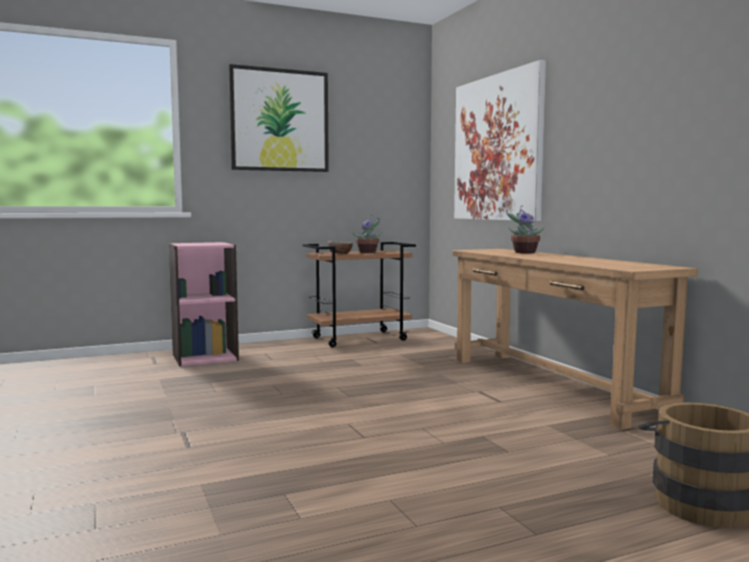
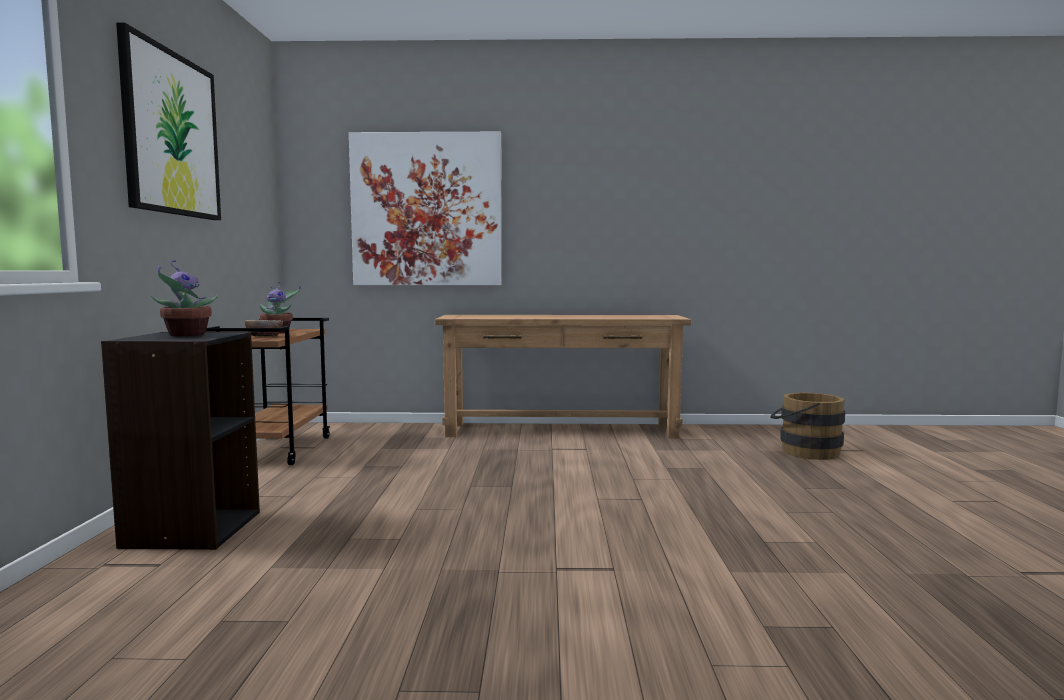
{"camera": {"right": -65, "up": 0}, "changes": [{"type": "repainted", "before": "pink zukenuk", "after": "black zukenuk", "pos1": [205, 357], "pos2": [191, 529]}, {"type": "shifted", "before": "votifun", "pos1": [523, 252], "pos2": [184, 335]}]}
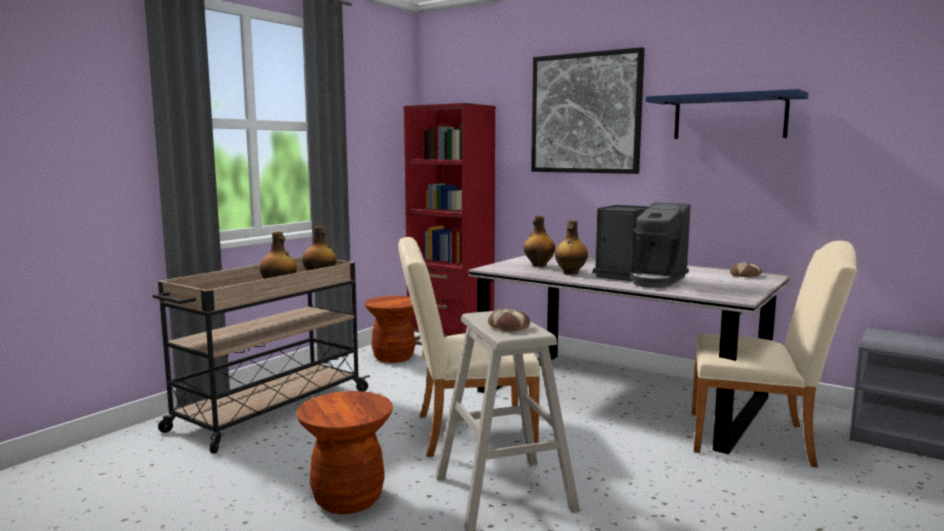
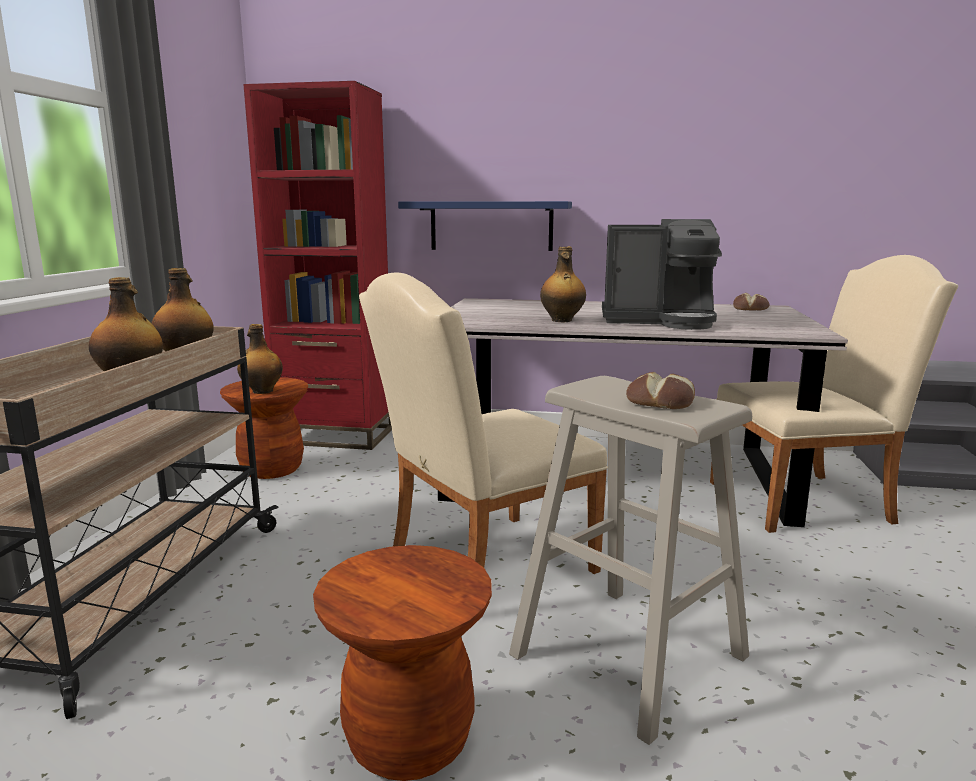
{"camera": {"right": -25, "up": 5}, "changes": [{"type": "shifted", "before": "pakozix", "pos1": [538, 265], "pos2": [262, 391]}, {"type": "gone", "before": "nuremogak", "pos1": [585, 113]}, {"type": "shifted", "before": "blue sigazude", "pos1": [729, 117], "pos2": [491, 226]}]}
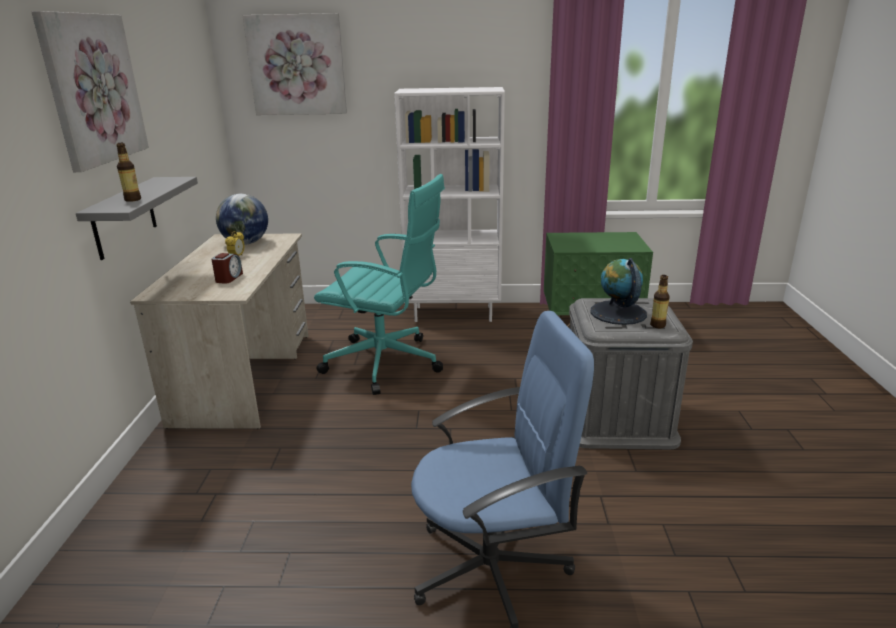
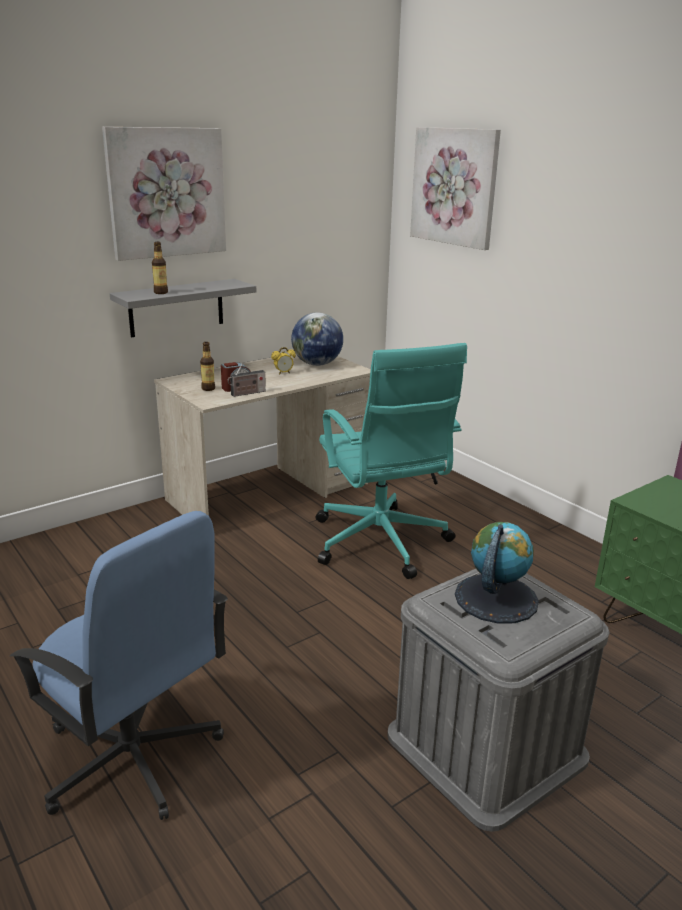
{"camera": {"right": 50, "up": 0}, "changes": [{"type": "gone", "before": "white zukenuk", "pos1": [454, 313]}, {"type": "shifted", "before": "pakozix", "pos1": [657, 325], "pos2": [208, 389]}, {"type": "new", "after": "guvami", "pos2": [246, 393]}]}
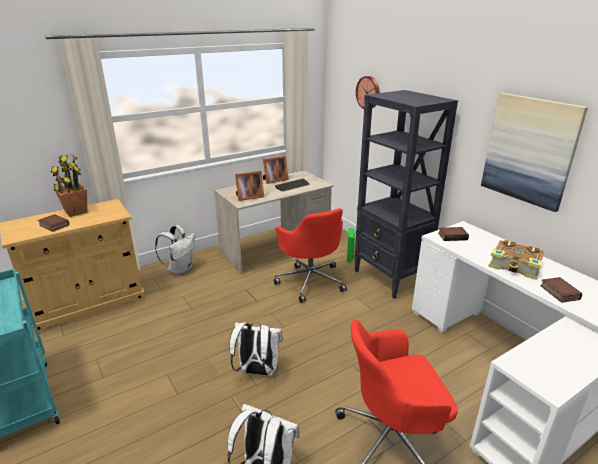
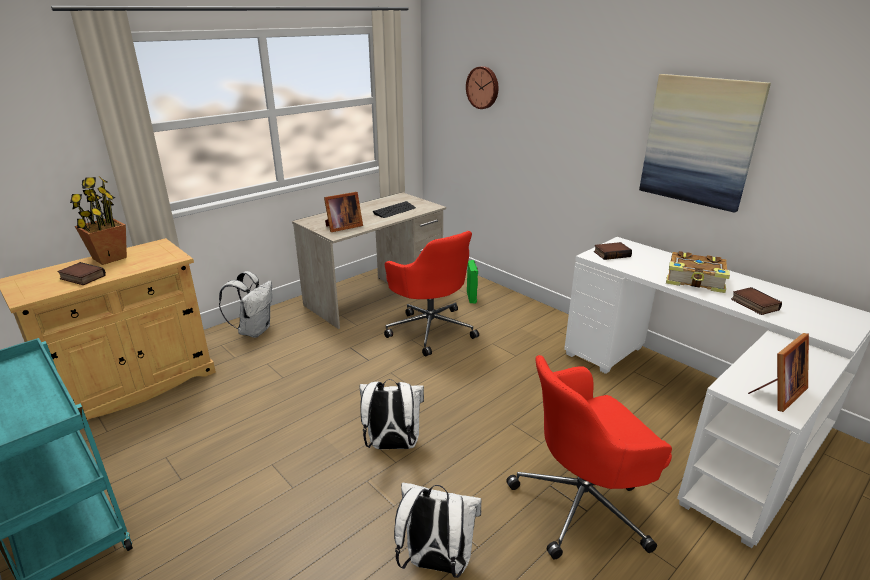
{"camera": {"right": -10, "up": 0}, "changes": [{"type": "shifted", "before": "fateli", "pos1": [274, 180], "pos2": [777, 394]}, {"type": "gone", "before": "black zukenuk", "pos1": [390, 278]}]}
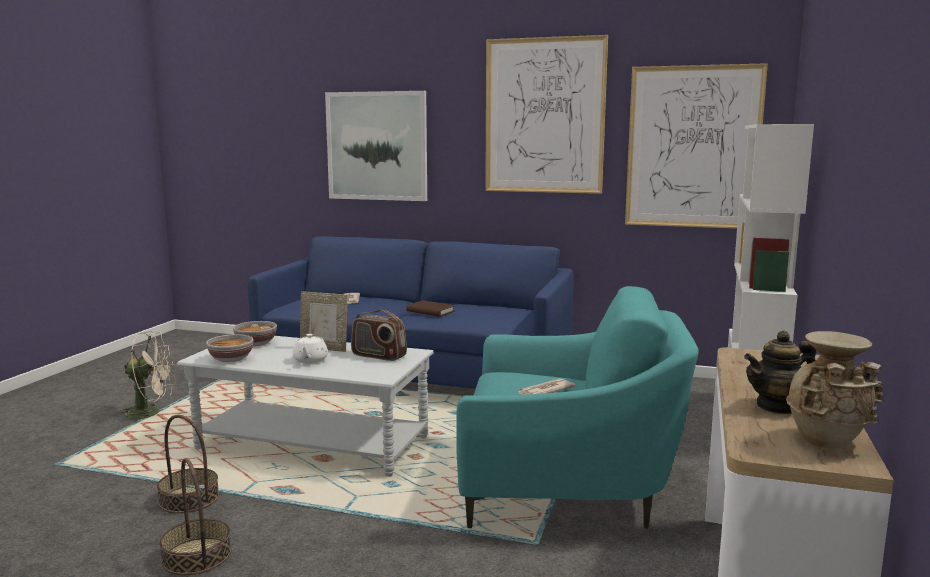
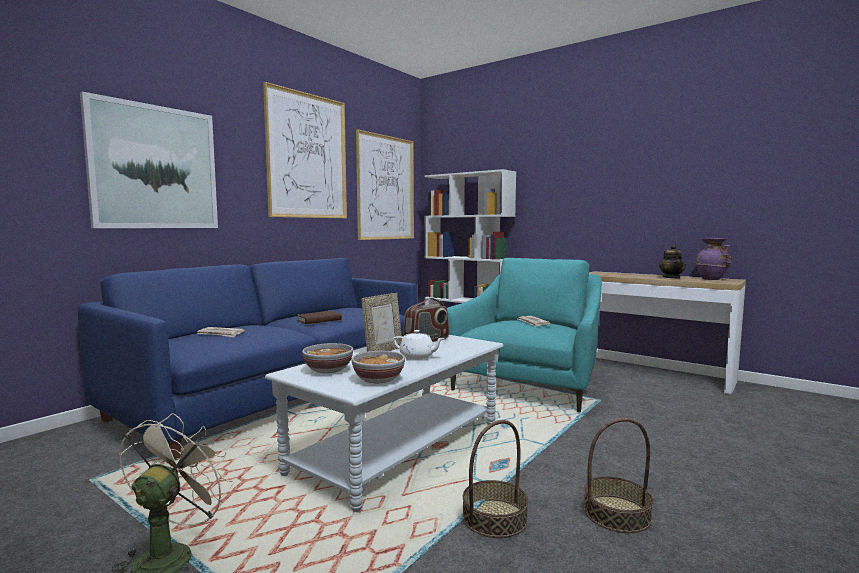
{"camera": {"right": -70, "up": -5}, "changes": [{"type": "repainted", "before": "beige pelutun", "after": "purple pelutun", "pos1": [828, 442], "pos2": [712, 279]}]}
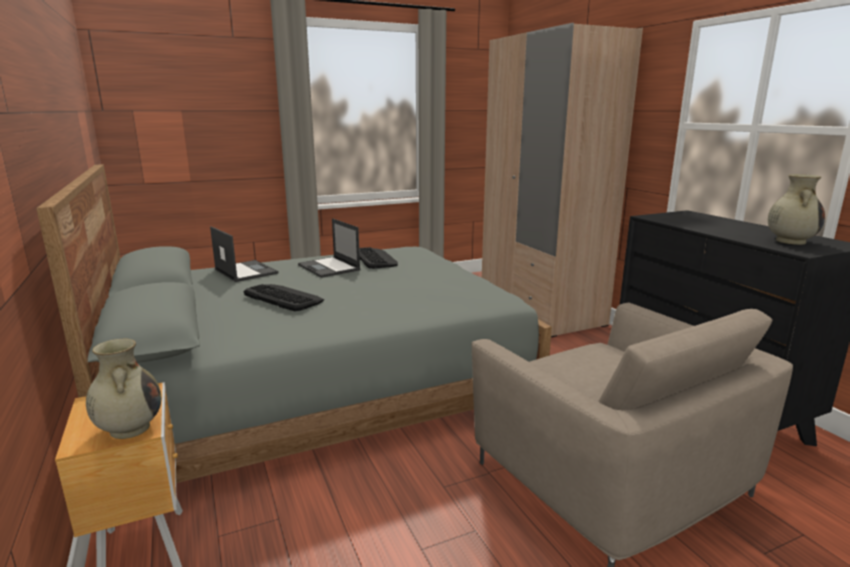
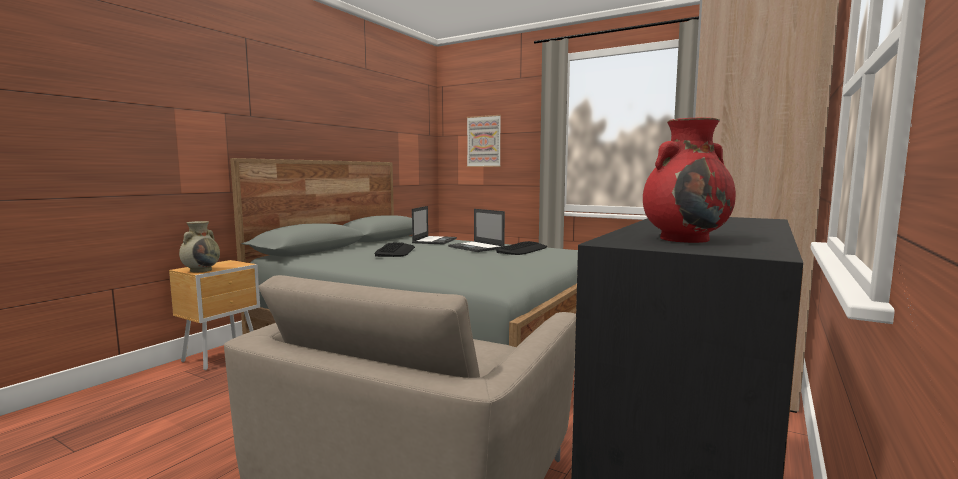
{"camera": {"right": 55, "up": -10}, "changes": [{"type": "rotated", "before": "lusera", "pos1": [329, 267], "pos2": [476, 247], "turn": -60}, {"type": "repainted", "before": "beige pelutun", "after": "red pelutun", "pos1": [790, 241], "pos2": [685, 239]}, {"type": "new", "after": "nuremogak", "pos2": [484, 141]}]}
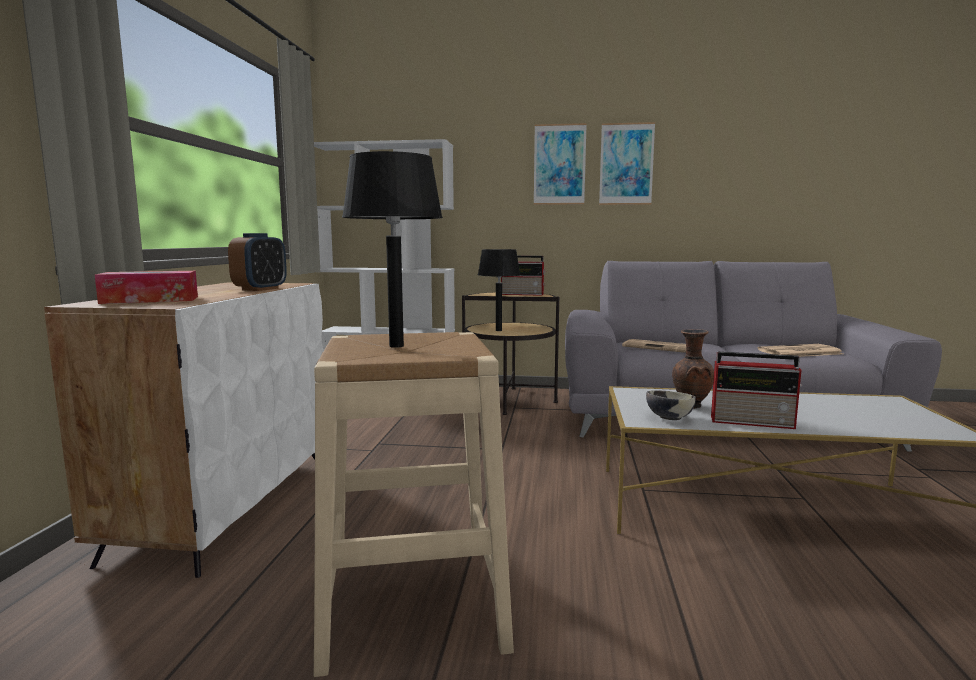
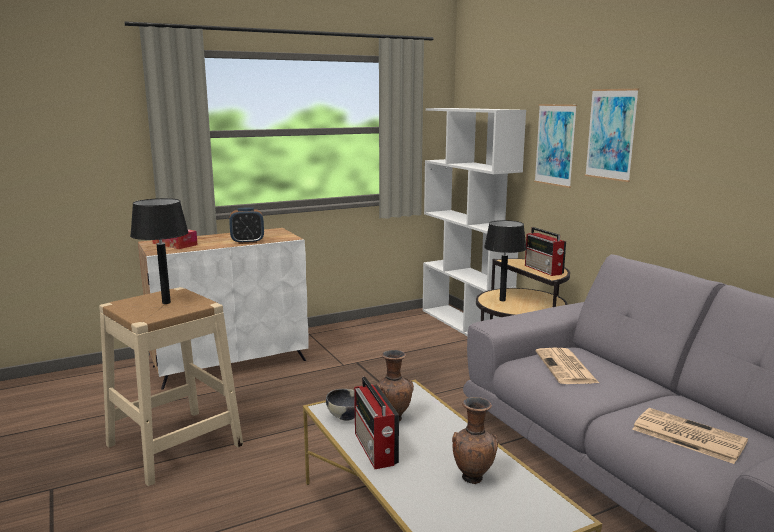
{"camera": {"right": 55, "up": 5}, "changes": [{"type": "shifted", "before": "nuremogak", "pos1": [626, 164], "pos2": [555, 145]}, {"type": "new", "after": "brown pelutun", "pos2": [473, 478]}]}
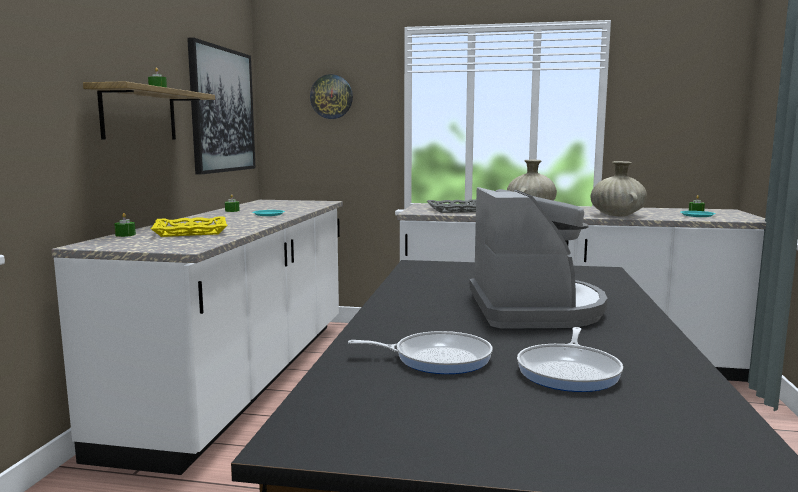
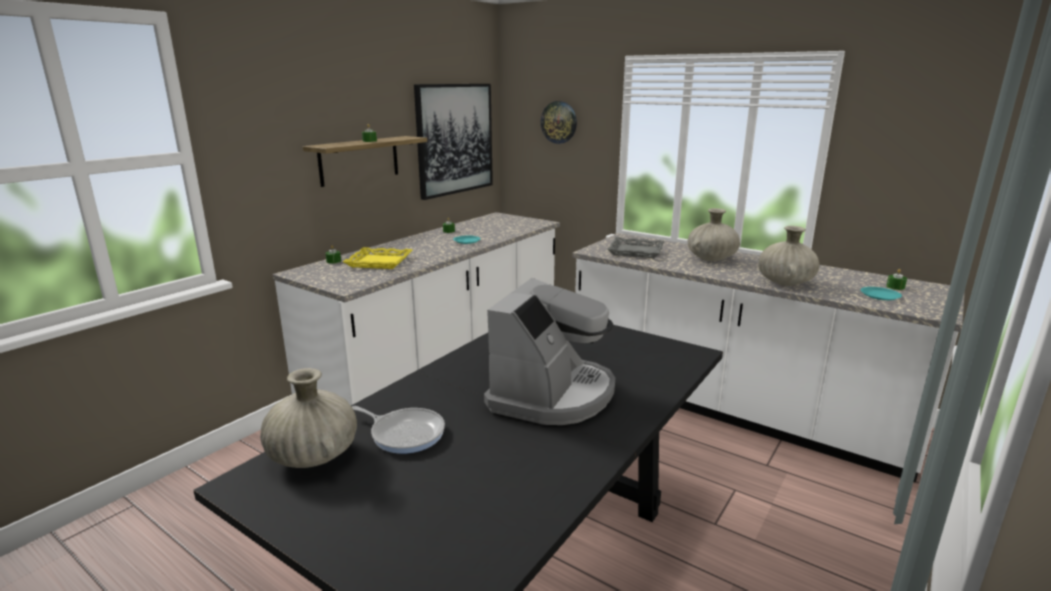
{"camera": {"right": 25, "up": 10}, "changes": [{"type": "gone", "before": "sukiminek", "pos1": [569, 371]}, {"type": "new", "after": "beige pelutun", "pos2": [313, 455]}]}
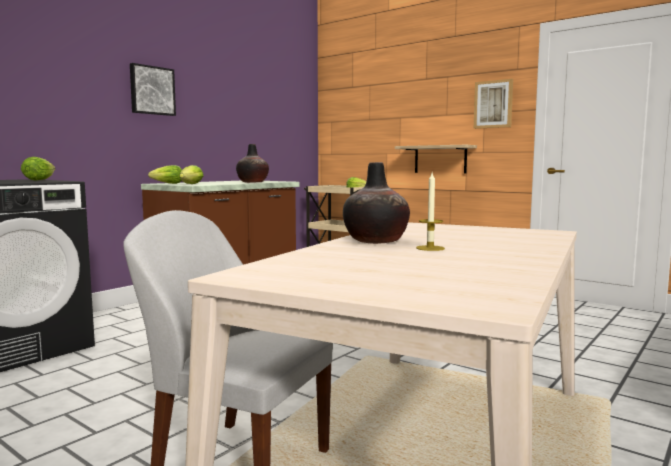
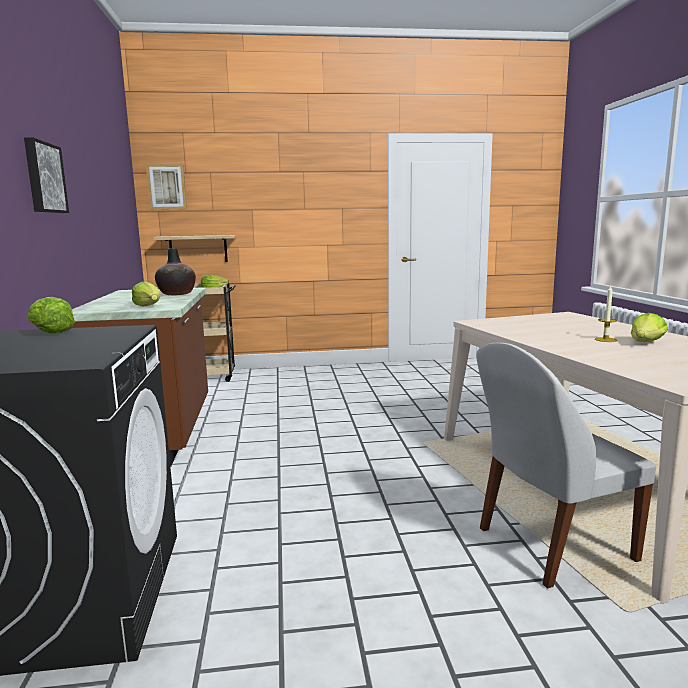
{"camera": {"right": -45, "up": 5}, "changes": [{"type": "shifted", "before": "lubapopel", "pos1": [167, 183], "pos2": [646, 343]}, {"type": "gone", "before": "pelutun", "pos1": [375, 241]}, {"type": "shifted", "before": "sigazude", "pos1": [440, 159], "pos2": [198, 249]}, {"type": "shifted", "before": "nuremogak", "pos1": [493, 104], "pos2": [167, 187]}]}
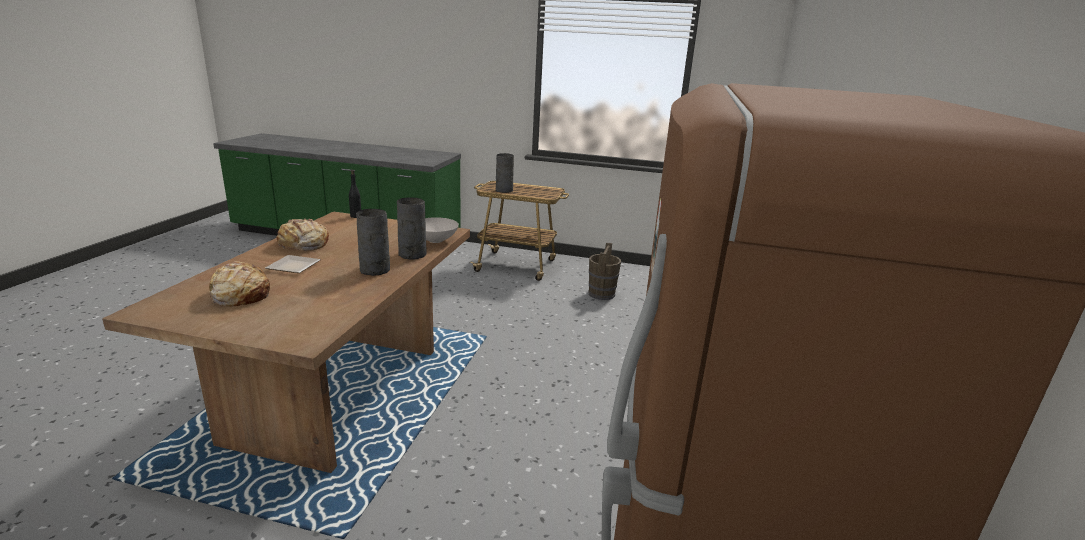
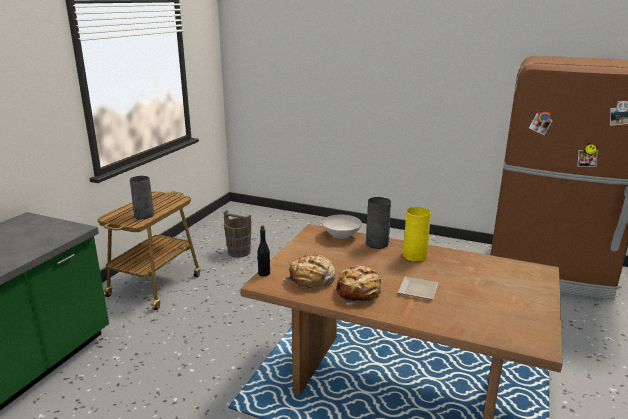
{"camera": {"right": -80, "up": 0}, "changes": [{"type": "shifted", "before": "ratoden", "pos1": [240, 295], "pos2": [312, 280]}, {"type": "repainted", "before": "grey pelutun", "after": "yellow pelutun", "pos1": [375, 270], "pos2": [415, 256]}]}
